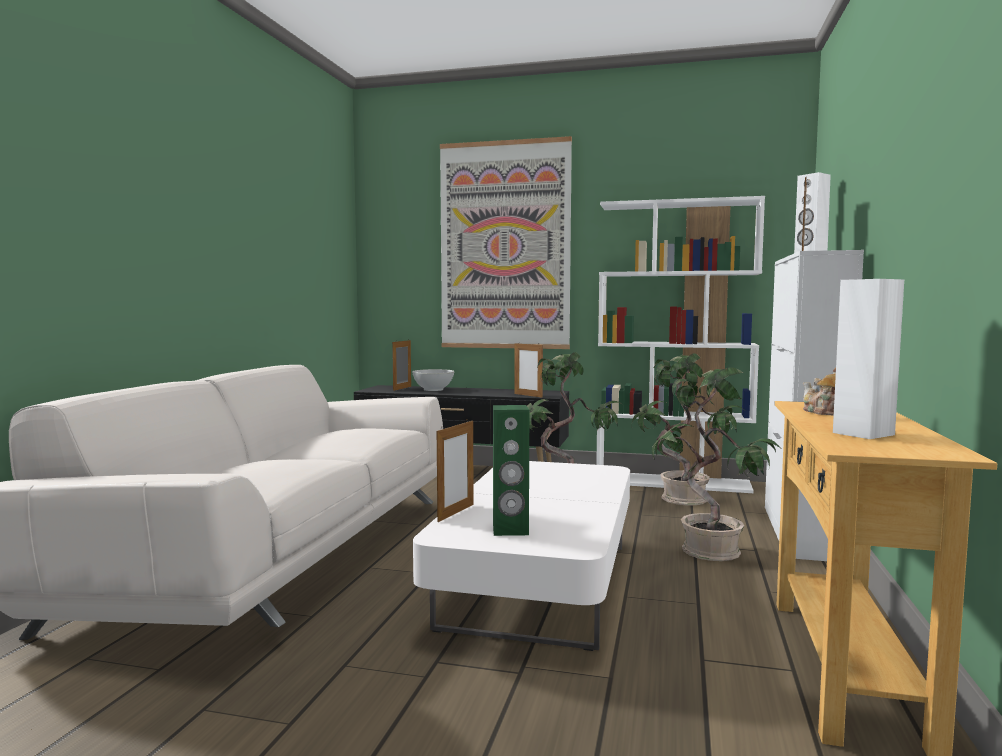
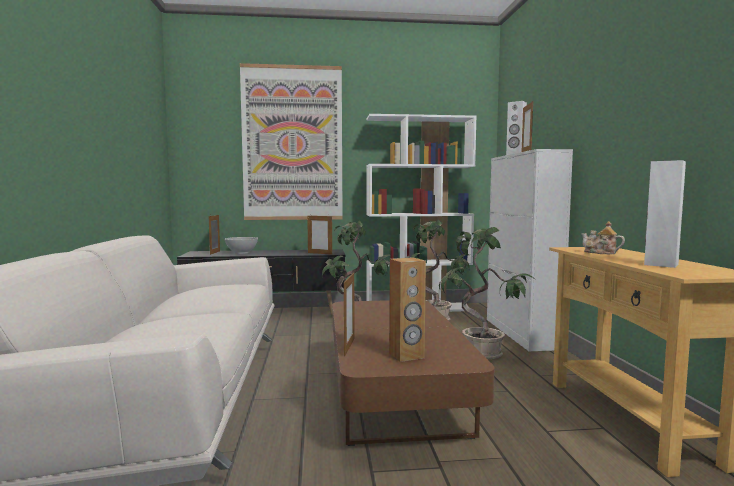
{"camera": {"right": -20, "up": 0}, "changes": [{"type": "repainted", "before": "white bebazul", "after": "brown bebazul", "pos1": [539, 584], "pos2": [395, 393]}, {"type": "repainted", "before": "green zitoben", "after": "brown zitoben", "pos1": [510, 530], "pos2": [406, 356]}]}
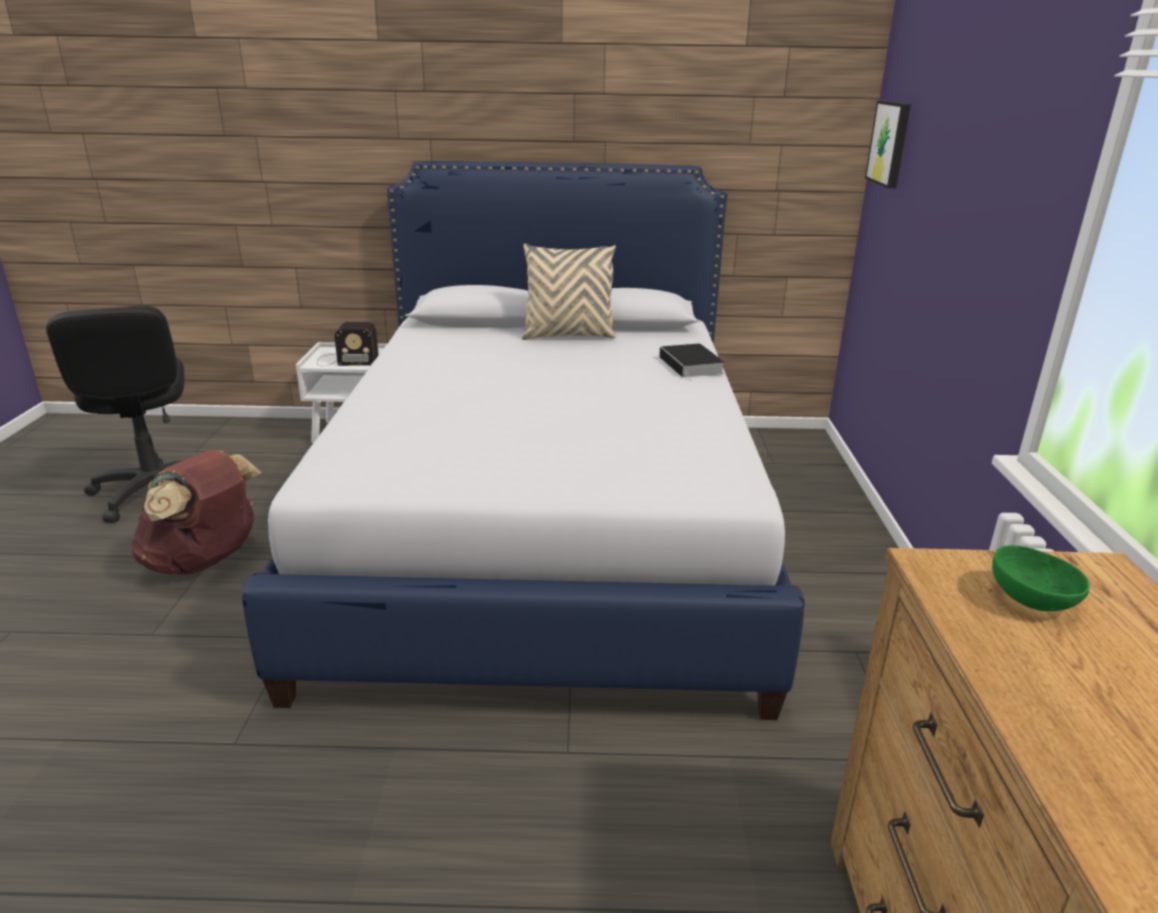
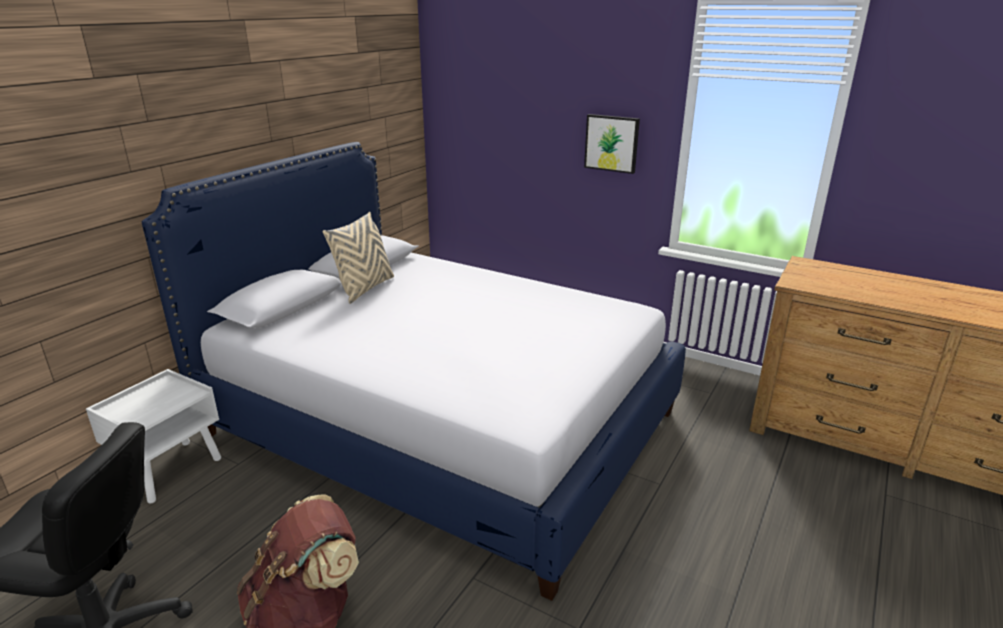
{"camera": {"right": -60, "up": 0}, "changes": [{"type": "gone", "before": "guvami", "pos1": [345, 360]}, {"type": "gone", "before": "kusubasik", "pos1": [692, 366]}, {"type": "shifted", "before": "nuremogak", "pos1": [890, 143], "pos2": [612, 143]}, {"type": "gone", "before": "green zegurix", "pos1": [1032, 598]}]}
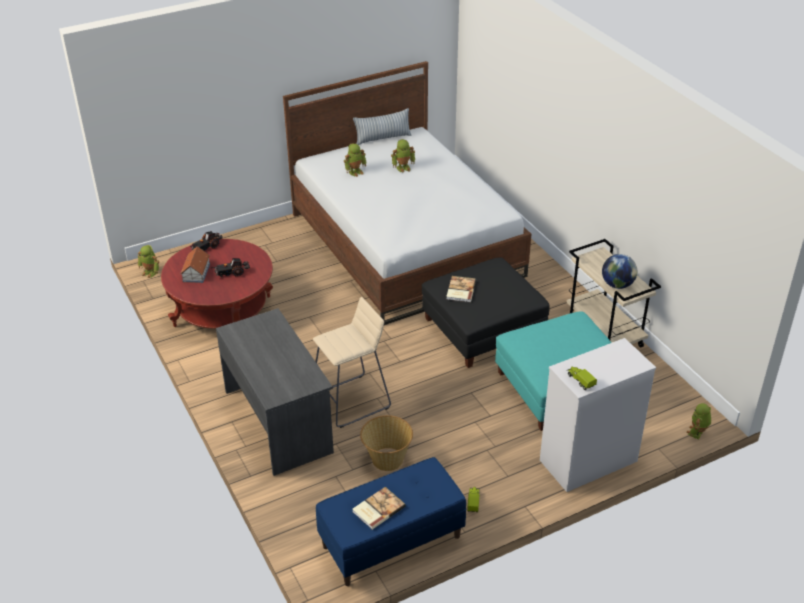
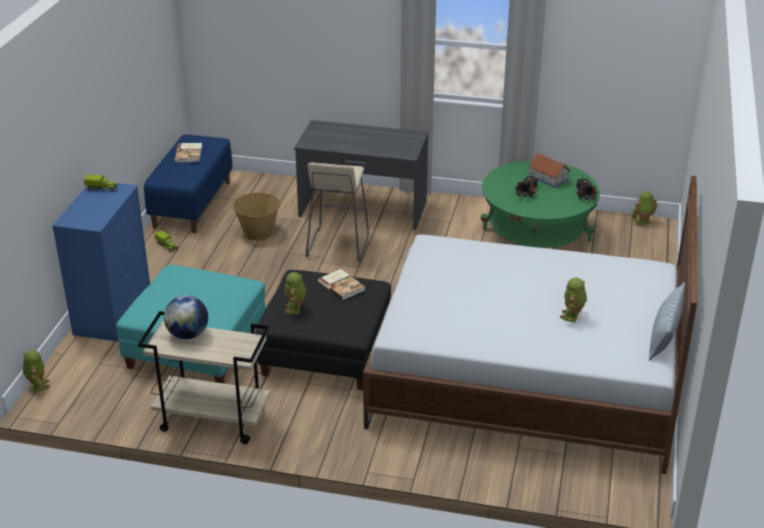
{"camera": {"right": 130, "up": -5}, "changes": [{"type": "repainted", "before": "red bebazul", "after": "green bebazul", "pos1": [222, 311], "pos2": [536, 235]}, {"type": "shifted", "before": "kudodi", "pos1": [355, 171], "pos2": [295, 309]}, {"type": "repainted", "before": "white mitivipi", "after": "blue mitivipi", "pos1": [587, 461], "pos2": [113, 312]}]}
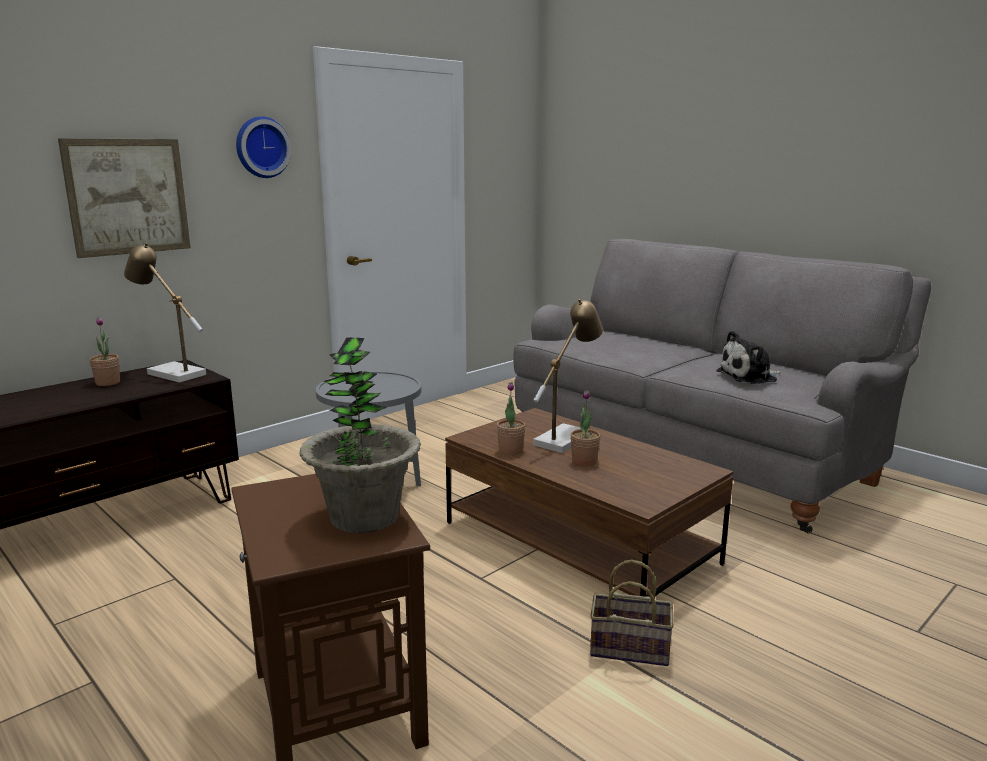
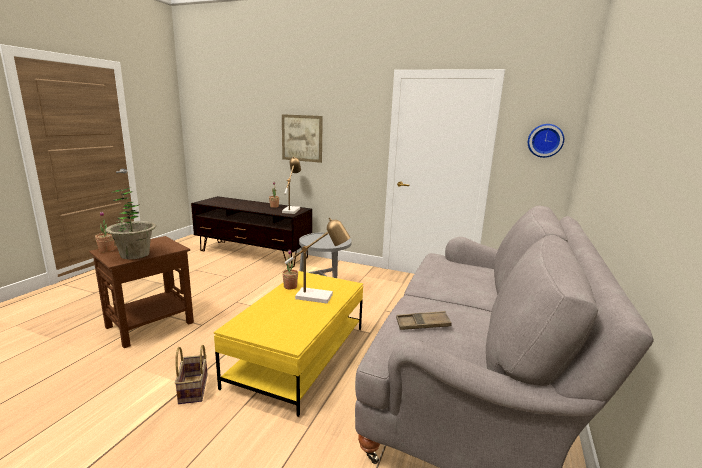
{"camera": {"right": 65, "up": 0}, "changes": [{"type": "shifted", "before": "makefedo", "pos1": [261, 147], "pos2": [545, 140]}, {"type": "repainted", "before": "brown bebazul", "after": "yellow bebazul", "pos1": [579, 543], "pos2": [299, 356]}, {"type": "shifted", "before": "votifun", "pos1": [584, 462], "pos2": [106, 250]}, {"type": "swapped", "before": "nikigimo", "after": "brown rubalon", "pos1": [750, 376], "pos2": [422, 324]}]}
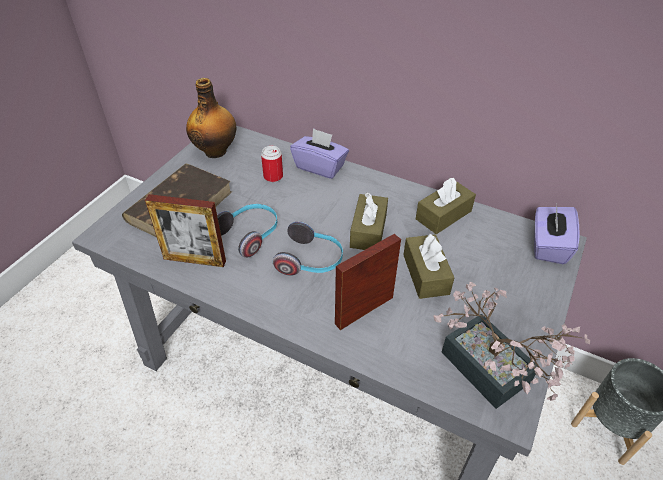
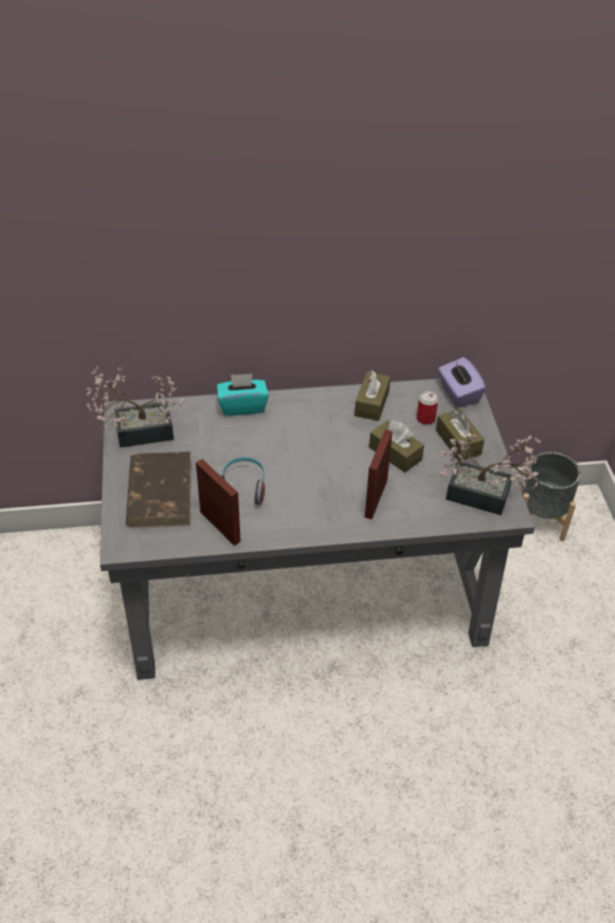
{"camera": {"right": -35, "up": 0}, "changes": [{"type": "rotated", "before": "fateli", "pos1": [194, 260], "pos2": [220, 526], "turn": -105}, {"type": "swapped", "before": "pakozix", "after": "votifun", "pos1": [216, 151], "pos2": [137, 432]}, {"type": "shifted", "before": "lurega", "pos1": [273, 176], "pos2": [425, 419]}, {"type": "gone", "before": "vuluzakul", "pos1": [311, 261]}, {"type": "repainted", "before": "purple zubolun", "after": "turquoise zubolun", "pos1": [320, 167], "pos2": [242, 406]}, {"type": "shifted", "before": "brown zubolun", "pos1": [368, 231], "pos2": [458, 442]}]}
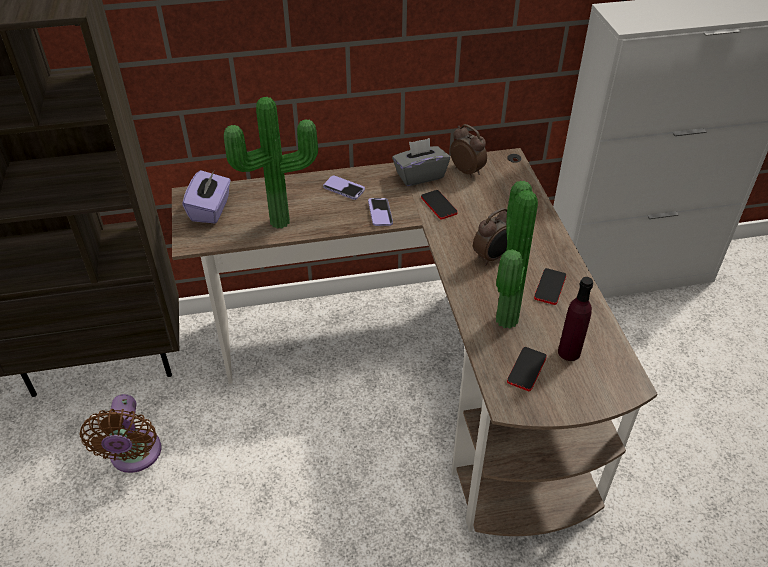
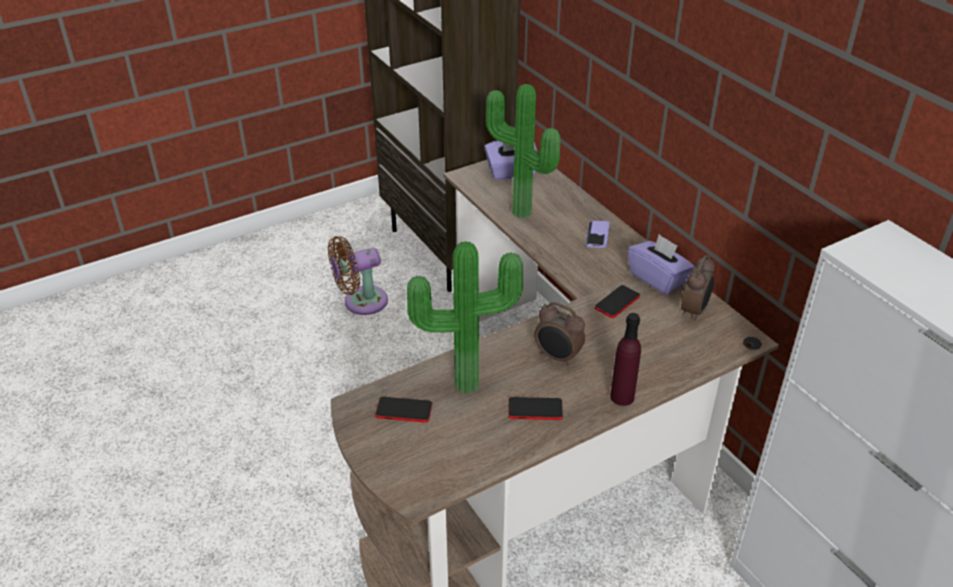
{"camera": {"right": 70, "up": -5}, "changes": [{"type": "gone", "before": "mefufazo", "pos1": [380, 213]}, {"type": "repainted", "before": "grey zubolun", "after": "purple zubolun", "pos1": [420, 175], "pos2": [658, 278]}, {"type": "shifted", "before": "purple pakozix", "pos1": [569, 352], "pos2": [622, 397]}]}
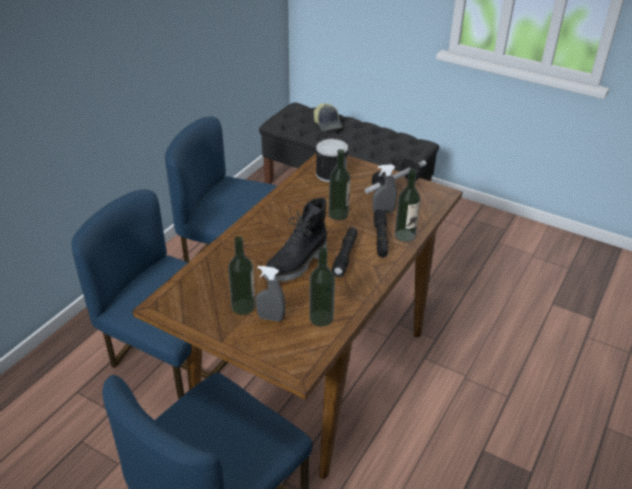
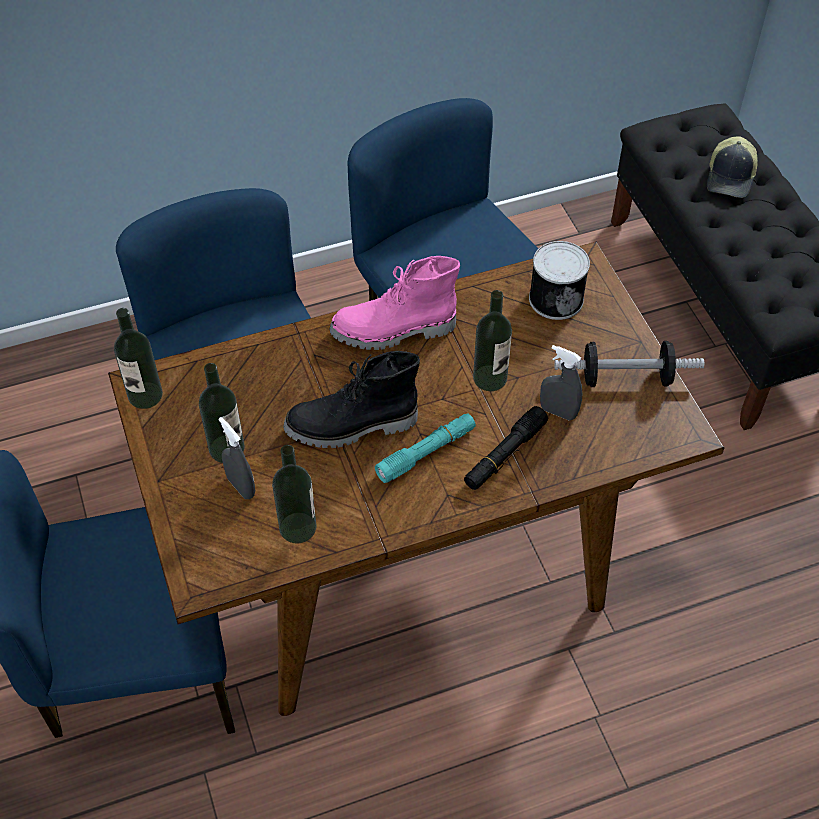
{"camera": {"right": 40, "up": 15}, "changes": [{"type": "repainted", "before": "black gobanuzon", "after": "turquoise gobanuzon", "pos1": [345, 256], "pos2": [426, 453]}, {"type": "shifted", "before": "pakozix", "pos1": [405, 235], "pos2": [145, 395]}, {"type": "new", "after": "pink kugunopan", "pos2": [394, 332]}]}
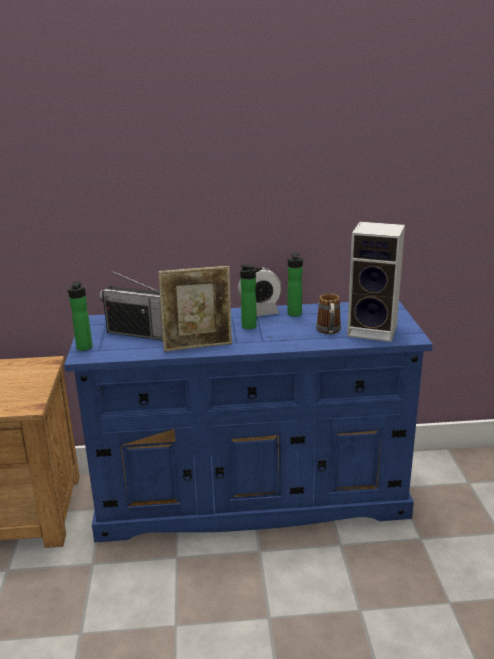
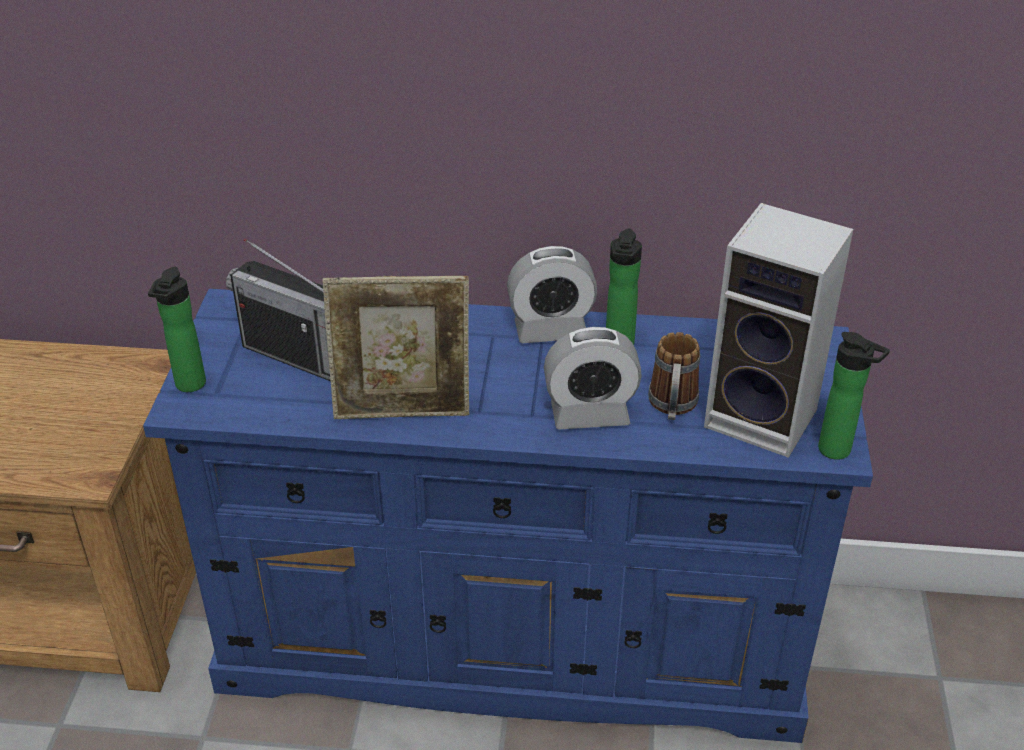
{"camera": {"right": 10, "up": 15}, "changes": [{"type": "shifted", "before": "pakozix", "pos1": [251, 327], "pos2": [839, 451]}, {"type": "new", "after": "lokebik", "pos2": [590, 414]}]}
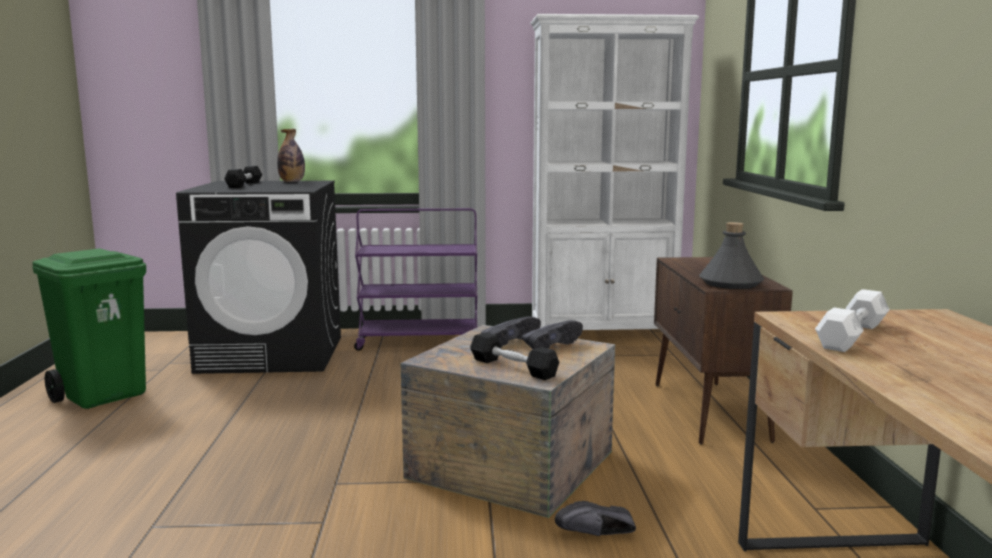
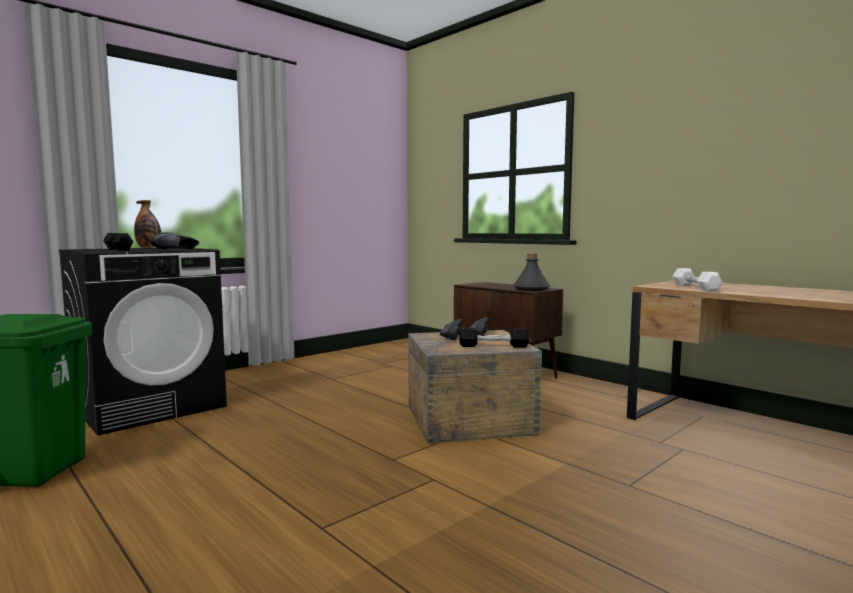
{"camera": {"right": -40, "up": -5}, "changes": [{"type": "gone", "before": "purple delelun", "pos1": [419, 342]}, {"type": "gone", "before": "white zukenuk", "pos1": [603, 333]}, {"type": "shifted", "before": "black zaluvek", "pos1": [597, 535], "pos2": [177, 249]}]}
